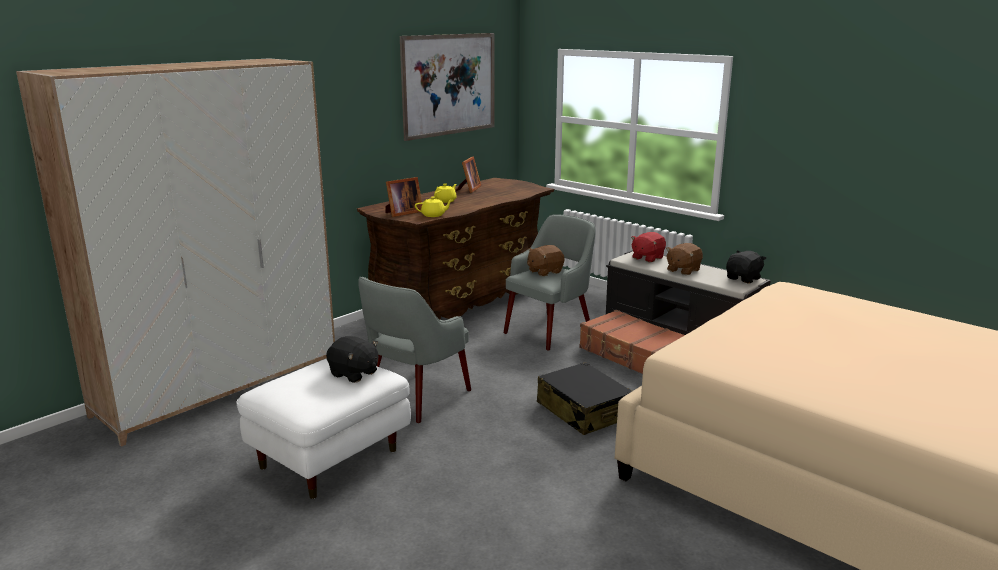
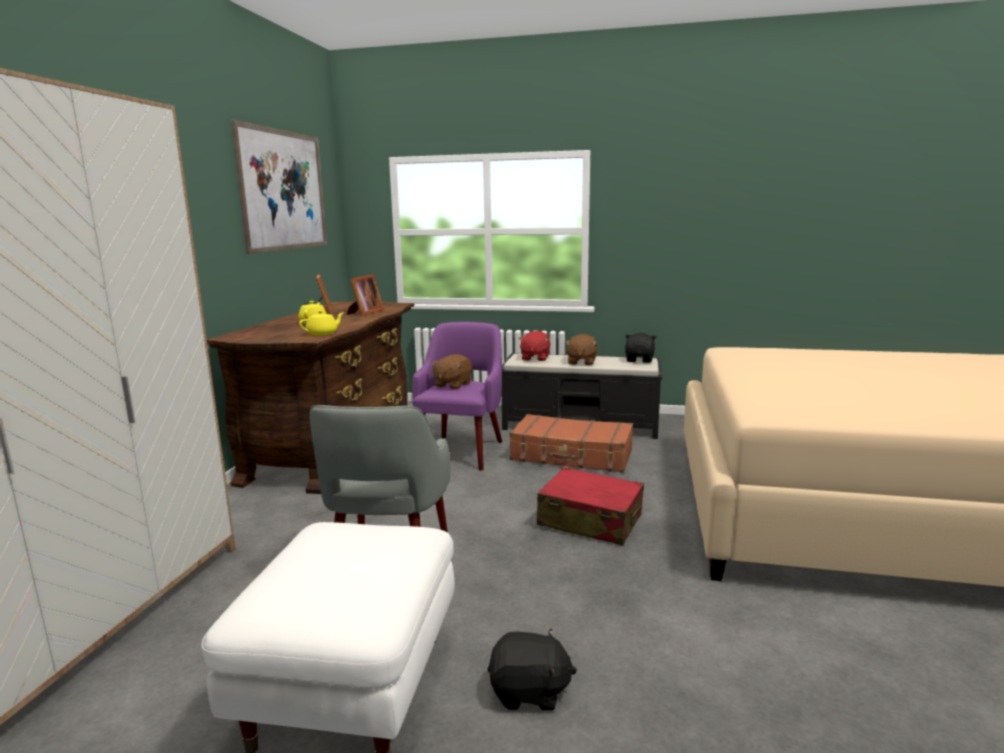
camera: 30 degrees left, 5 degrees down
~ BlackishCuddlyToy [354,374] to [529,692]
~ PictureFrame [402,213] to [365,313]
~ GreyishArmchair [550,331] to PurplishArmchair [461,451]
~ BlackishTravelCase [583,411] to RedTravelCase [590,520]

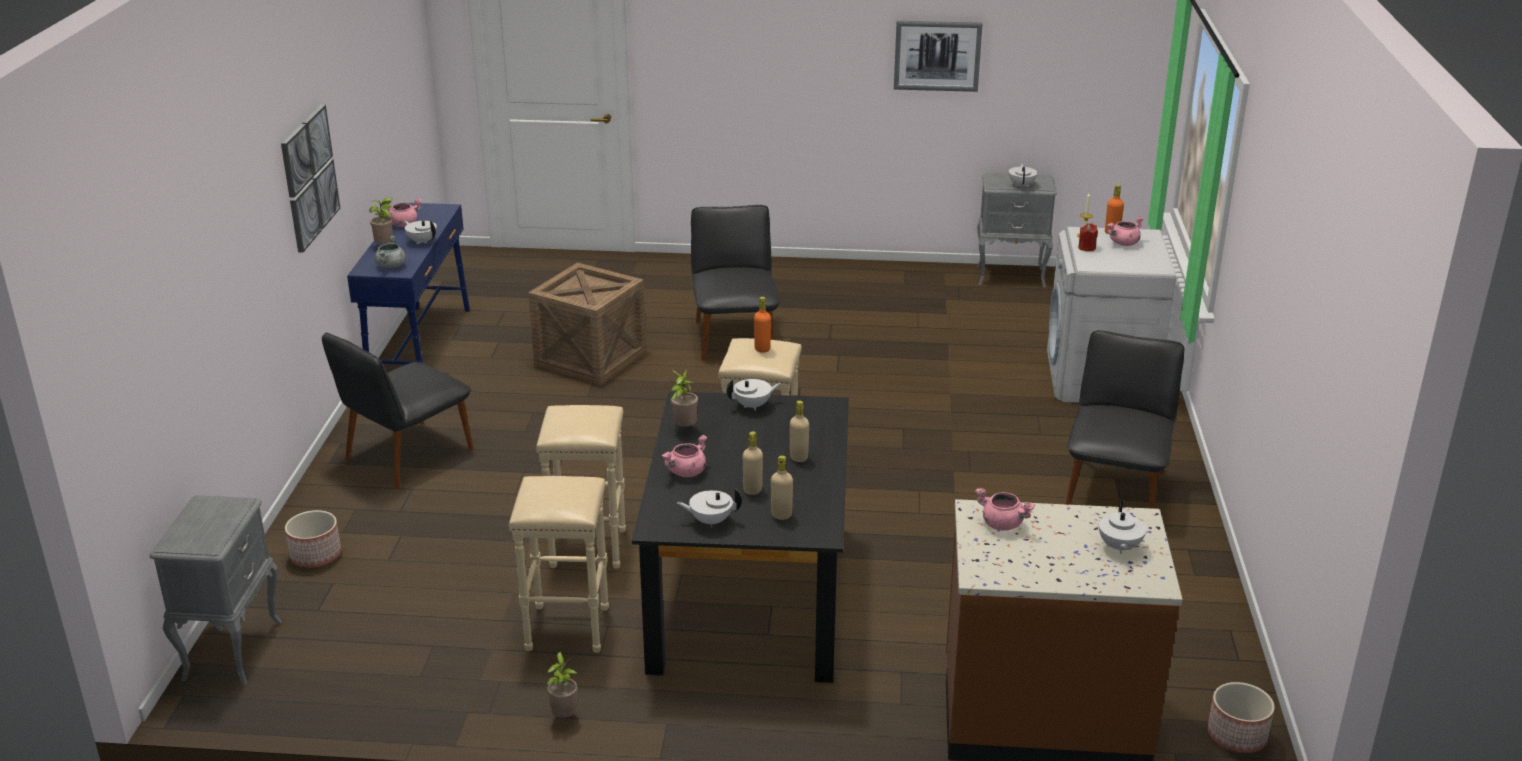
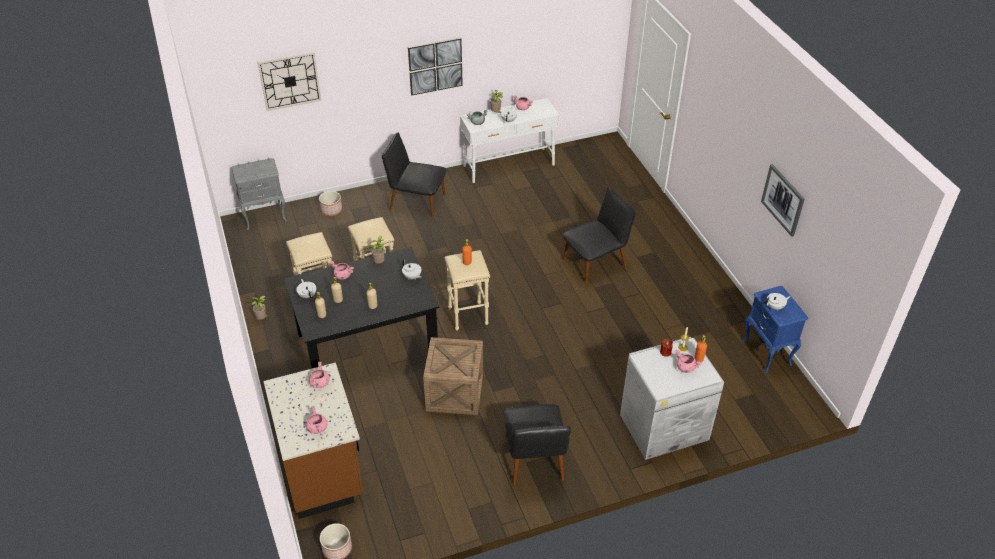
camera: 65 degrees right, 15 degrees up
+ HangingClock [289,81]
~ Crate [590,358] to [455,392]
~ WhitishTeapot [1119,547] to PinkishStockpot [317,428]
~ BlueColouredHallTable [421,347] to WhitishHallTable [509,166]
~ GreyishNightTable [1011,276] to BlueColouredNightTable [767,353]
~ BlackishChair [1114,490] = [534,458] 90 degrees clockwise

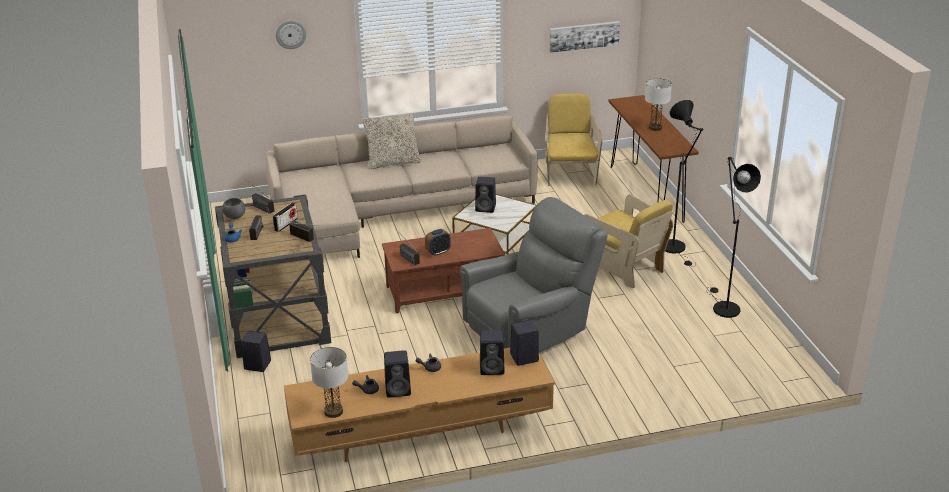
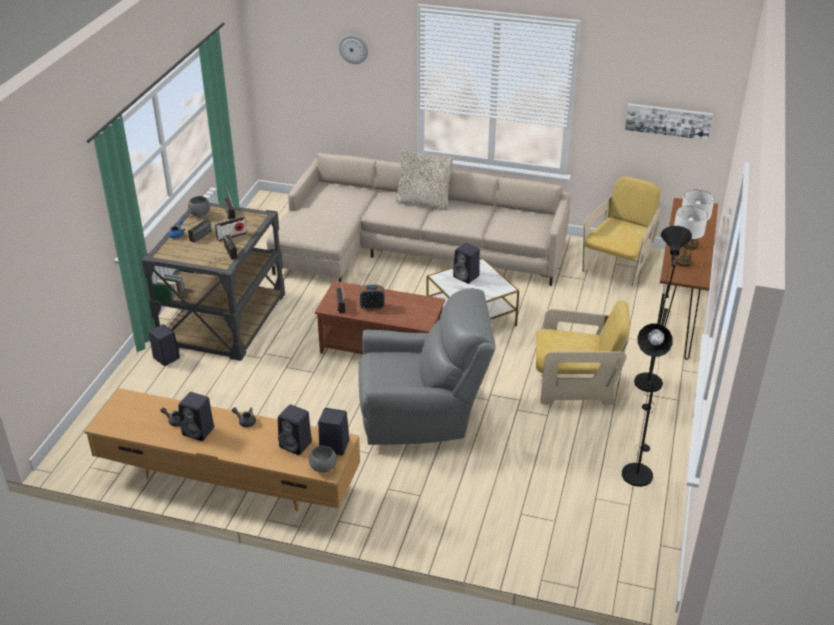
camera: 30 degrees right, 5 degrees up
+ GreyishDeepDish [323,468]
~ LampForATable [333,411] to [682,262]
~ YellowArmchair [624,267] = [575,386] 75 degrees counterclockwise

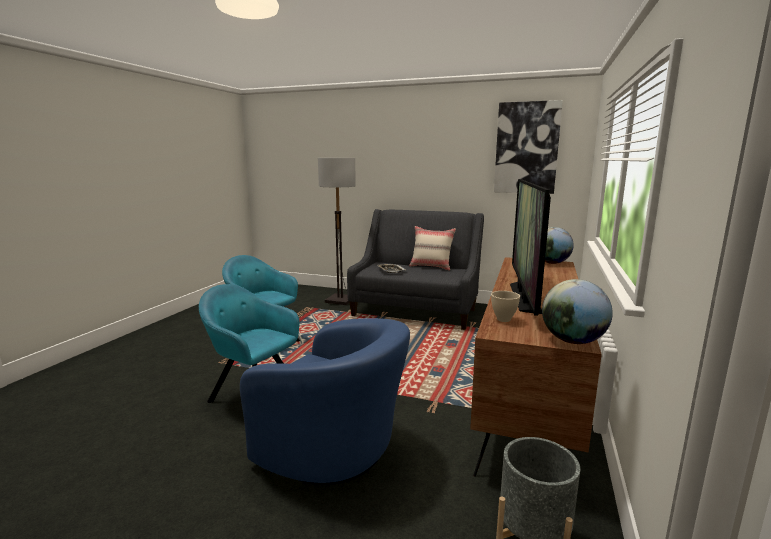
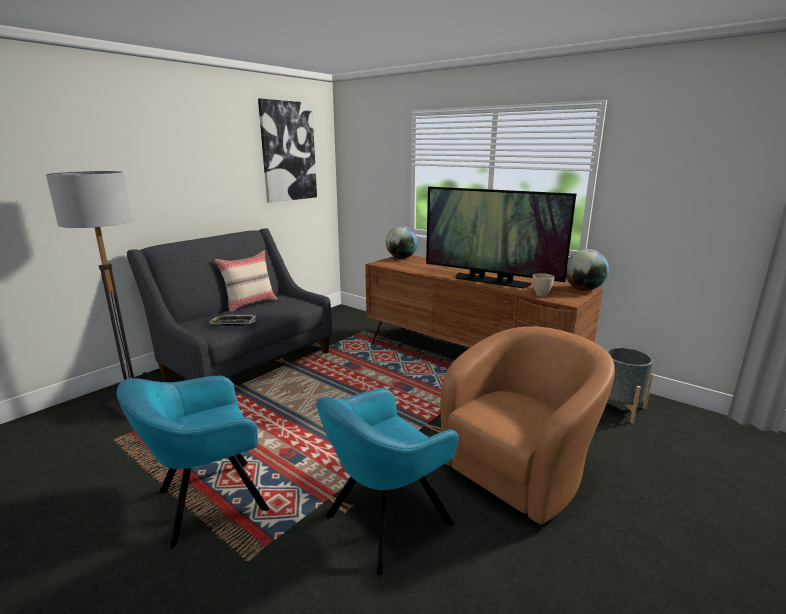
camera: 70 degrees left, 5 degrees up
~ BlueColouredArmchair [333,450] to BrownColouredArmchair [520,470]

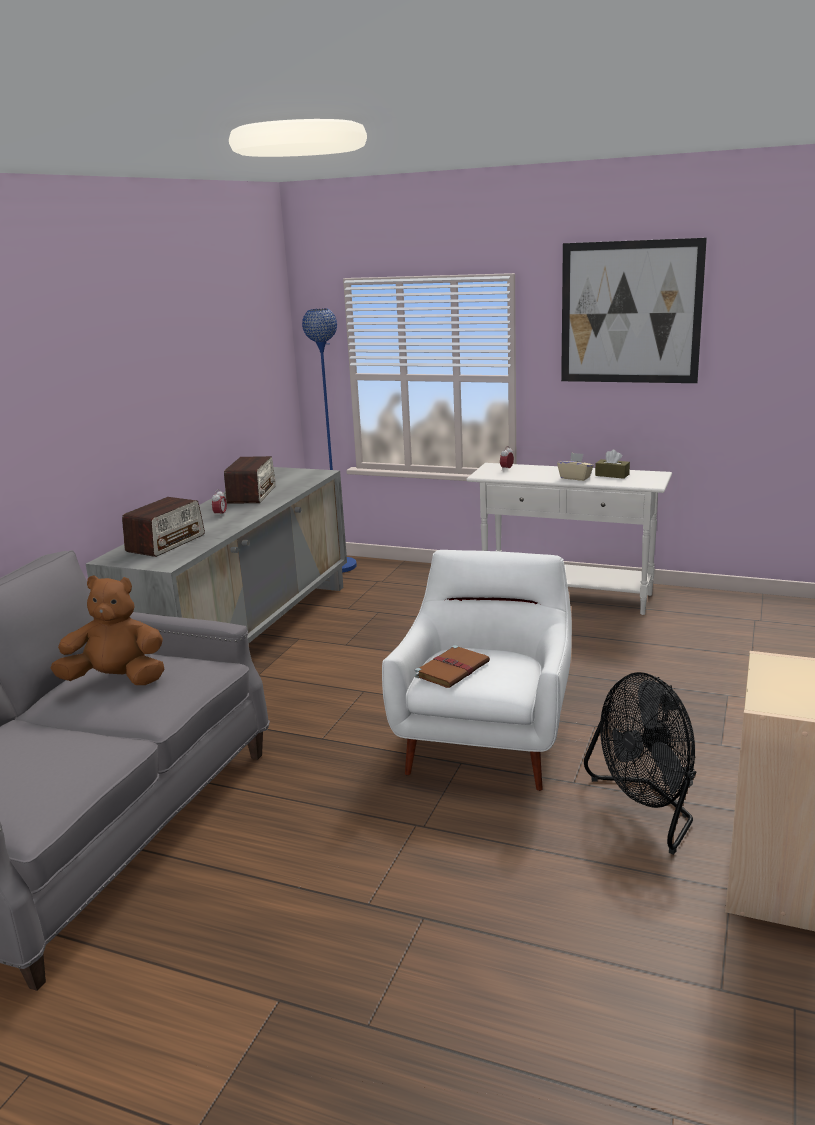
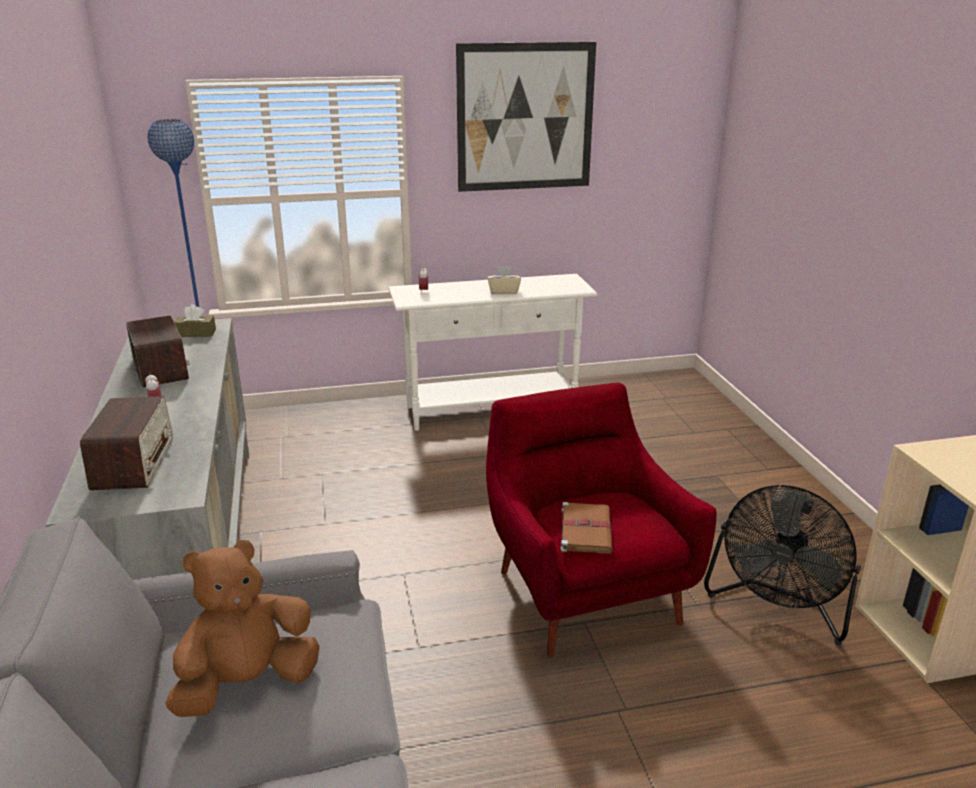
camera: 35 degrees left, 5 degrees up
~ BrownColouredTissueBox [612,475] to [196,333]
~ WhitishArmchair [486,742] to RedArmchair [584,591]

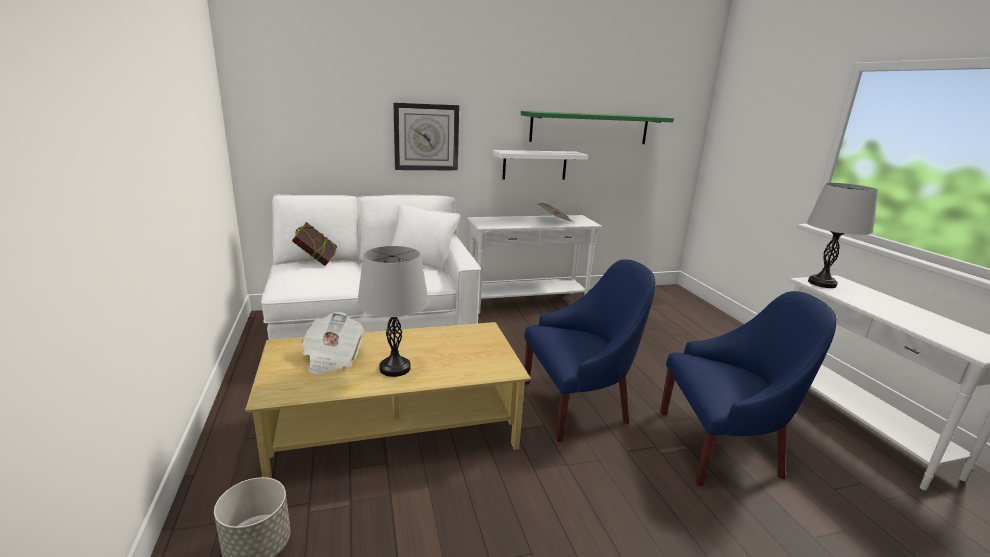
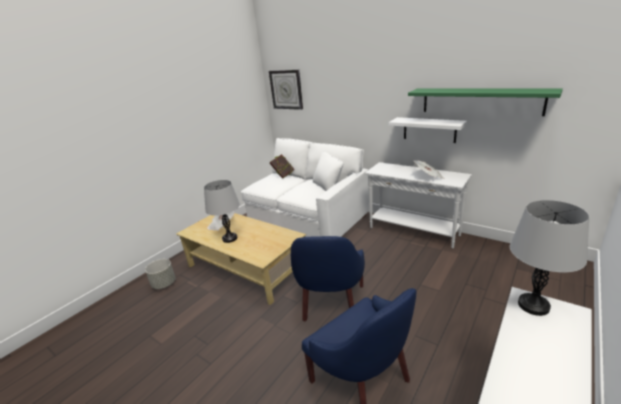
camera: 55 degrees right, 5 degrees up
~ HangingClock [426,137] to [286,89]
~ BlueColouredArmchair [577,404] = [330,303] 60 degrees clockwise

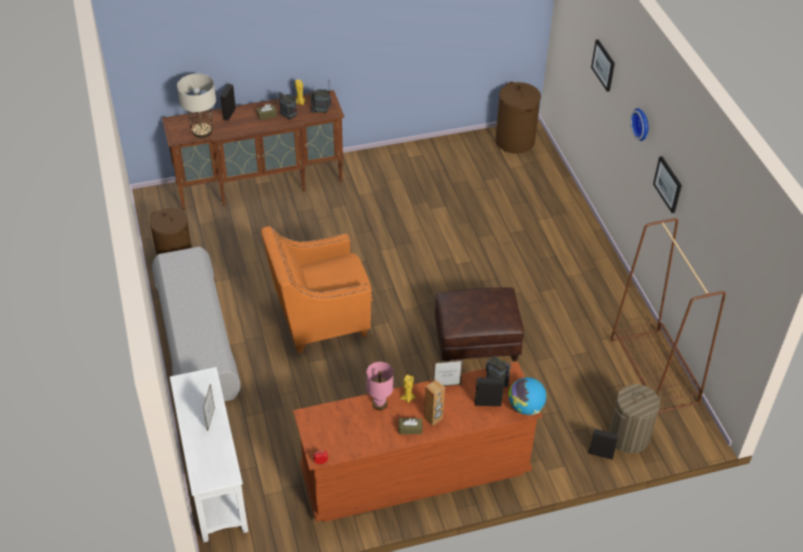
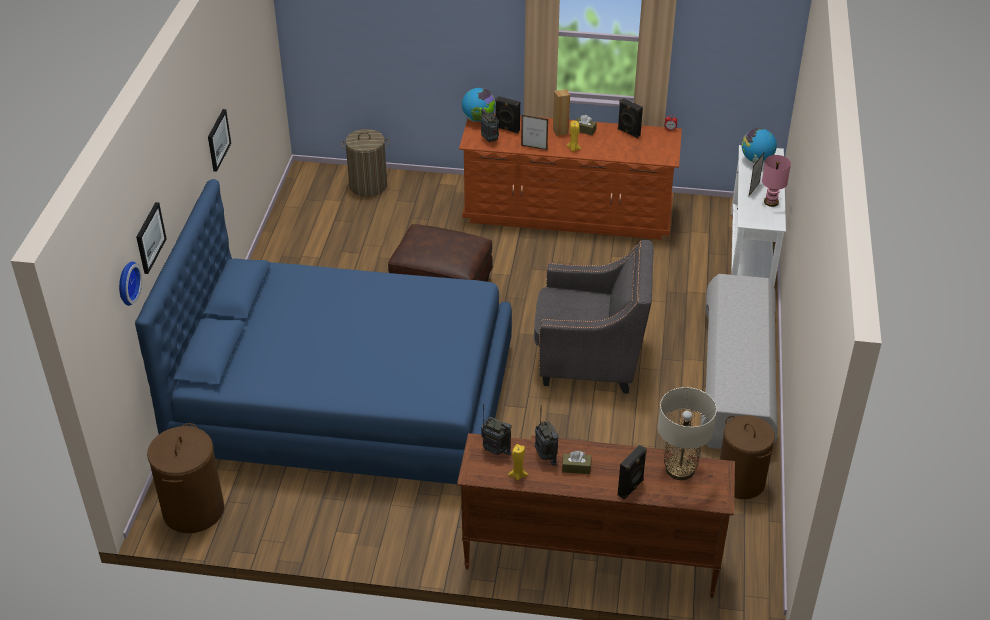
camera: 155 degrees left, 5 degrees down
- BrownColouredClothesRack [654,371]
+ BlueColouredBed [345,401]
+ DeskGlobe [756,160]
~ PinkishLampForATable [379,404] to [771,202]
~ BlackishLoudspeaker [601,453] to [628,133]
~ HangingClock [642,124] to [126,283]
~ OrangeyArmchair [320,317] to GreyishArmchair [590,359]

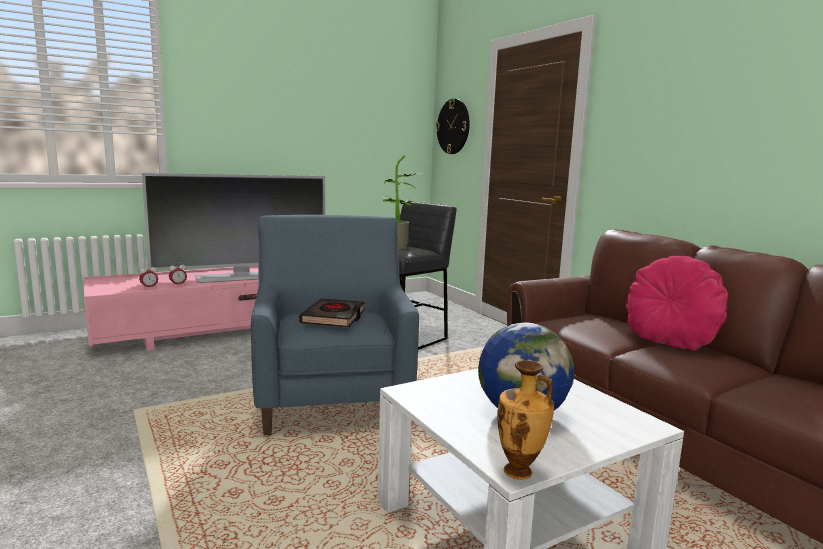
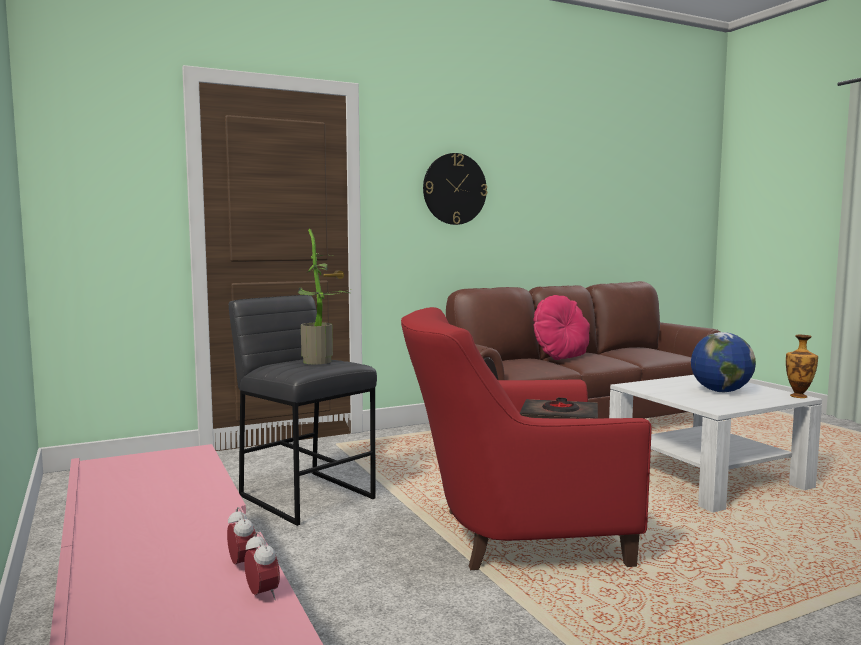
camera: 85 degrees left, 5 degrees down
- TvSet [246,276]
~ HangingClock [453,126] to [454,189]
~ BlueColouredArmchair [332,396] to RedArmchair [512,535]

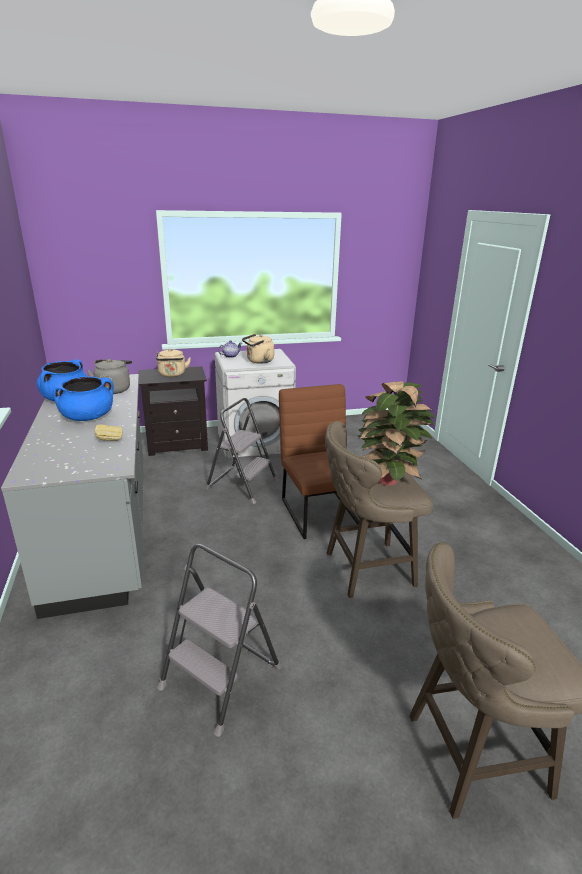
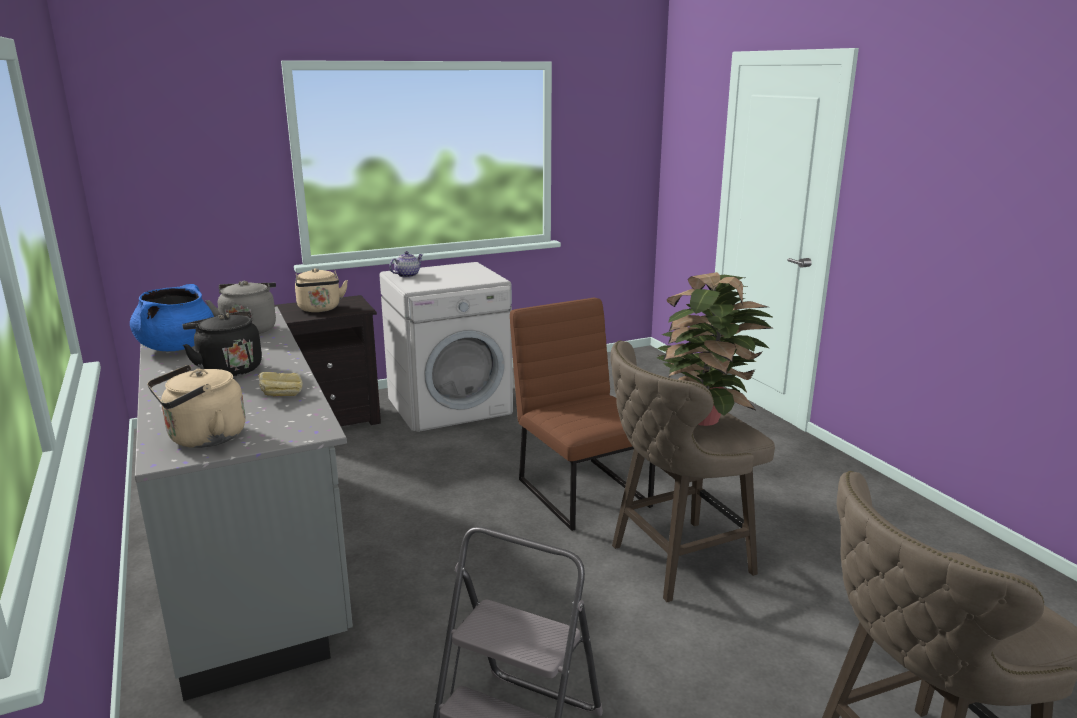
camera: 10 degrees left, 5 degrees down
- GreyishStepStool [240,483]
~ BeigeKettle [258,361] to [203,438]
~ BlueColouredStockpot [88,417] to BlackishKettle [228,369]

